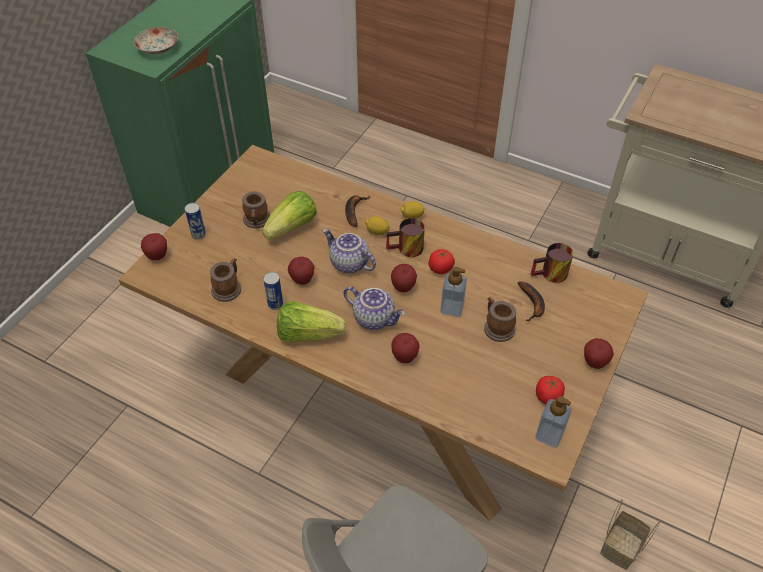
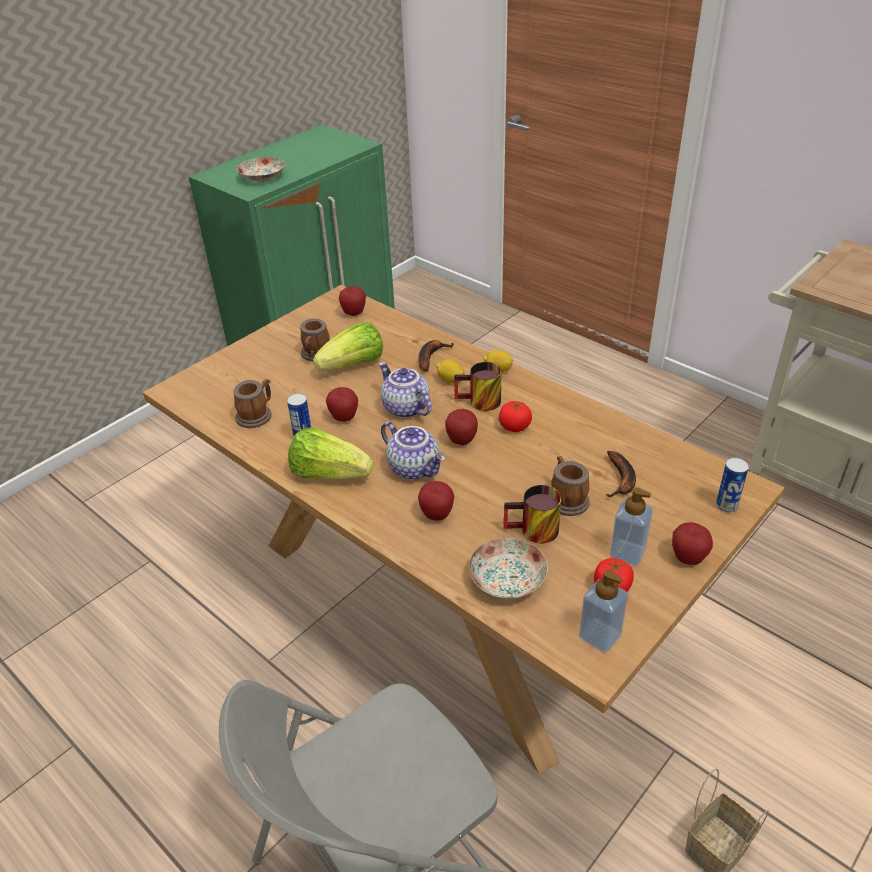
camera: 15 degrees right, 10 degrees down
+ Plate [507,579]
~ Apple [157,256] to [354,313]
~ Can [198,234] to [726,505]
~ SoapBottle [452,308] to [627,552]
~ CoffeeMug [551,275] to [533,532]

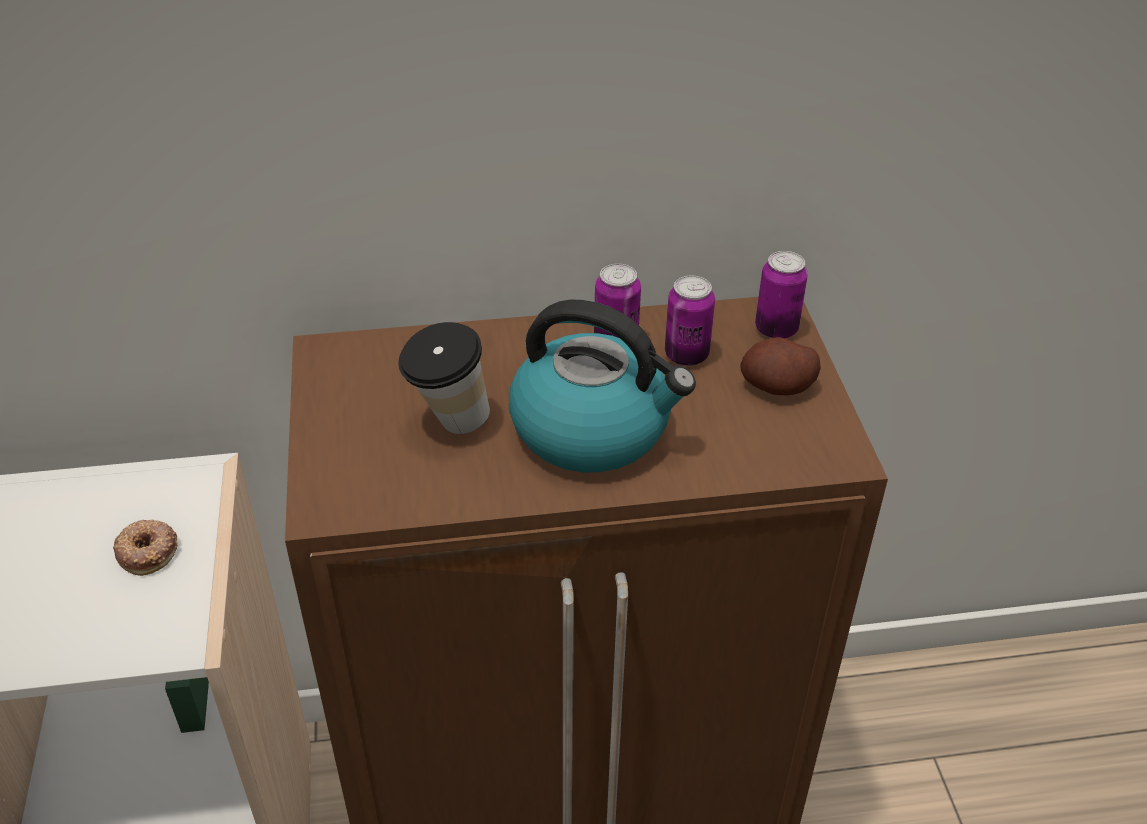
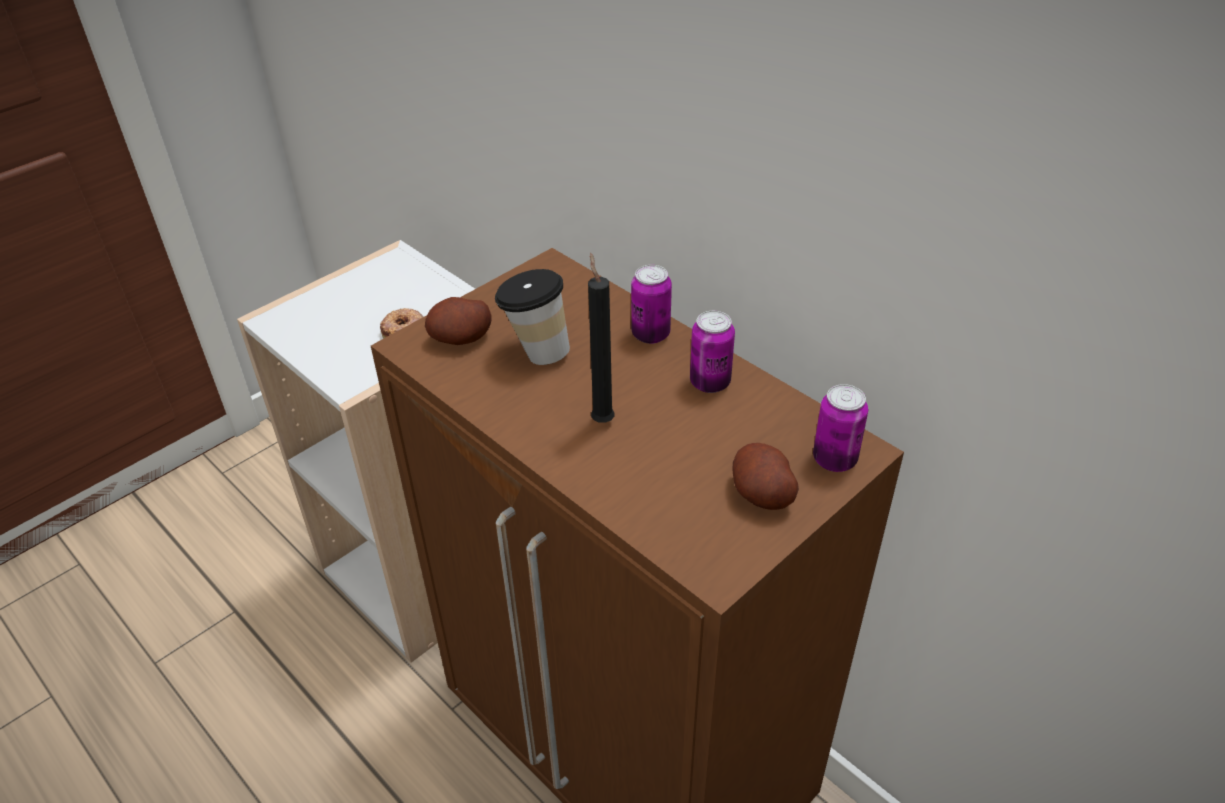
camera: 55 degrees right, 0 degrees up
+ Spud [461,338]
~ Can [686,355] to [650,334]
~ Kettle [593,429] to BlackishCandle [602,419]

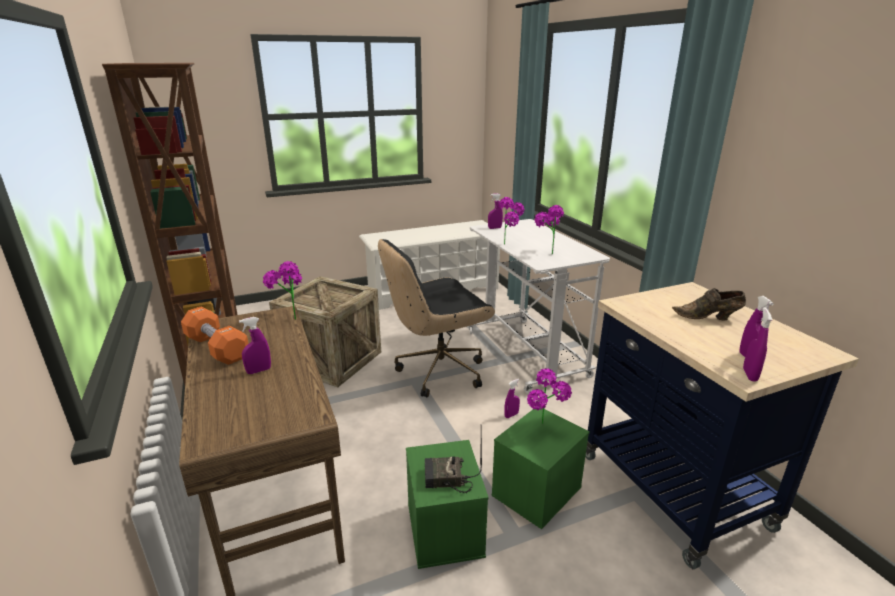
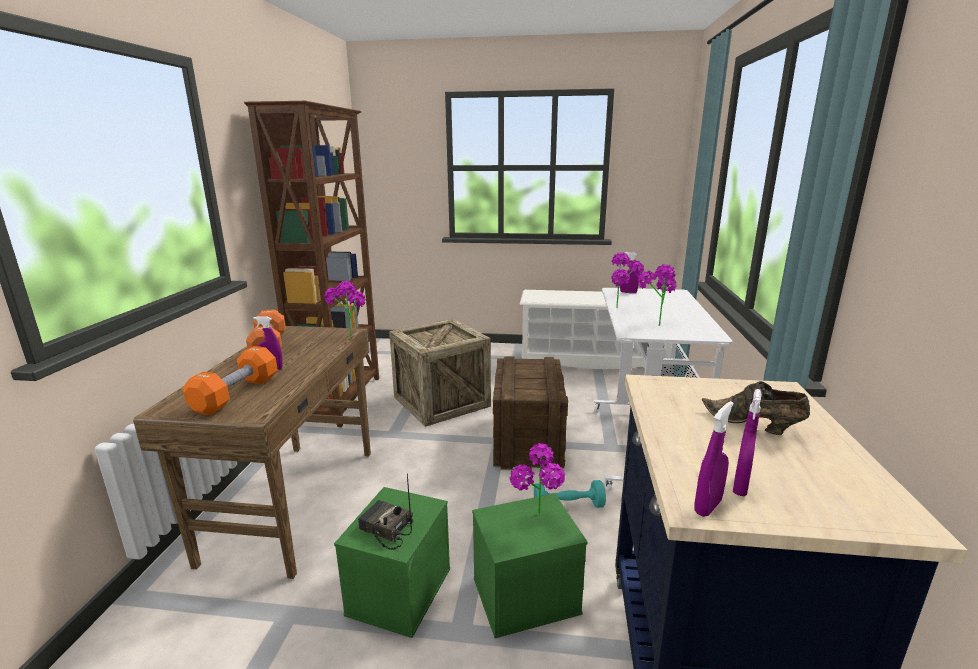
camera: 30 degrees right, 5 degrees down
+ OrangeyDumbbell [236,394]
~ BlackishComputerChair [438,373] to Crate [527,440]
~ PurplishHandSprayer [511,415] to TurquoiseDumbbell [568,506]

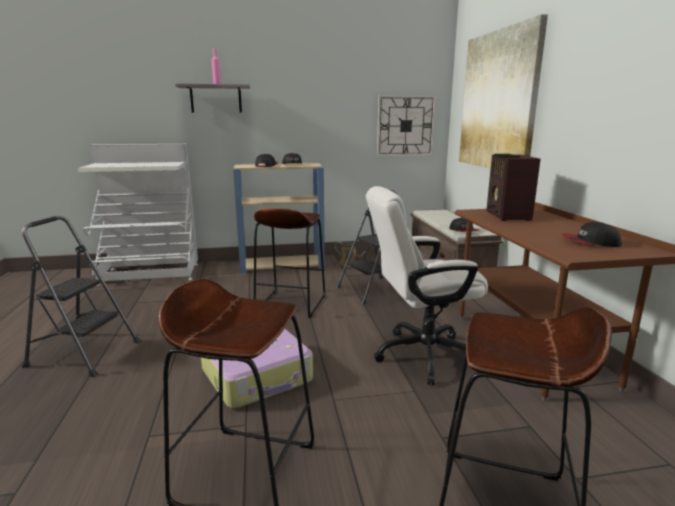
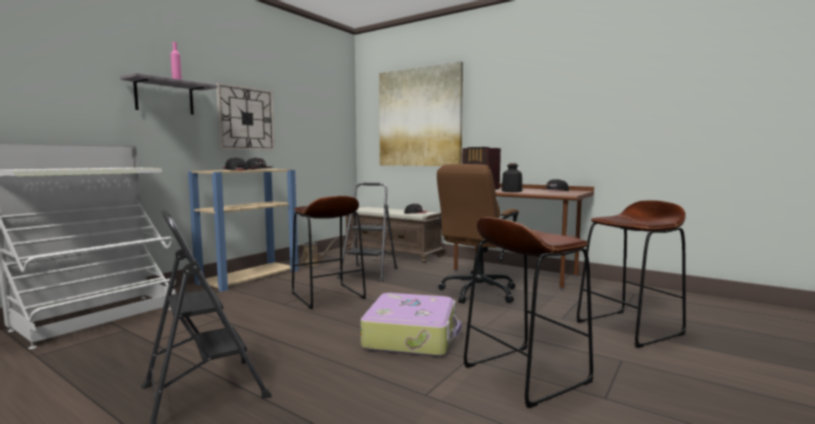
camera: 45 degrees left, 10 degrees down
+ Bottle [511,191]
~ HangingClock [405,126] to [246,118]
~ WhitishComputerChair [420,356] to BrownColouredComputerChair [477,294]

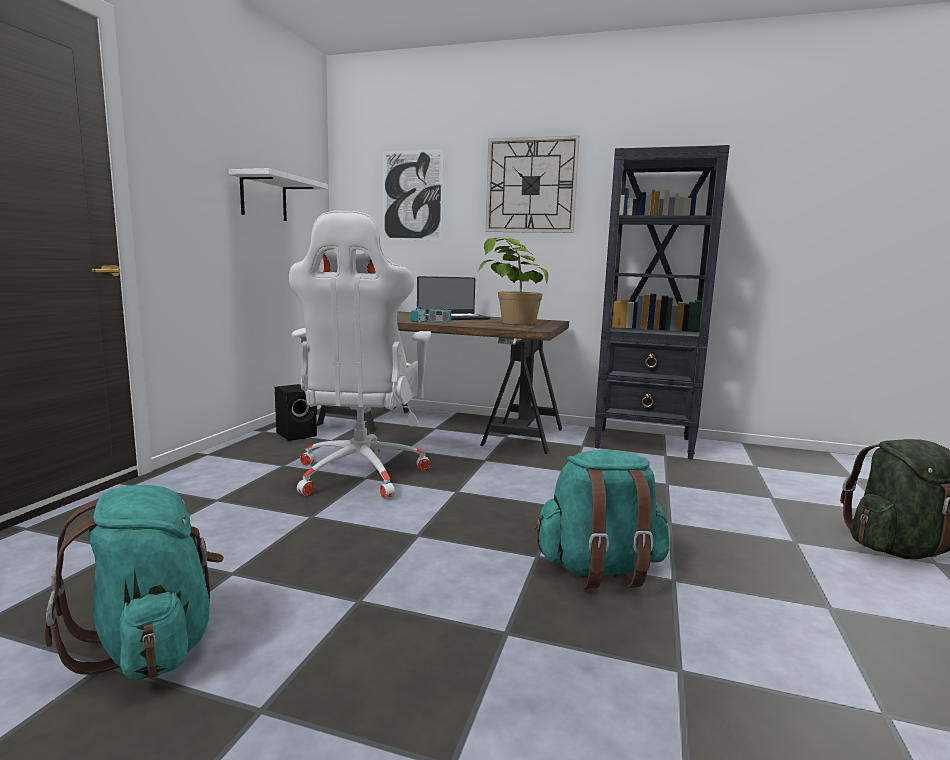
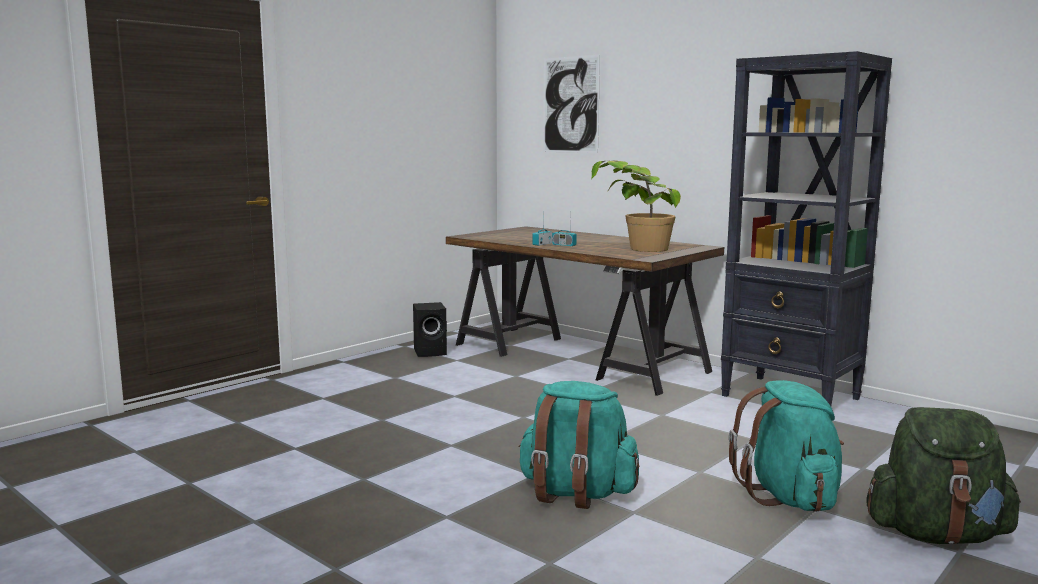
camera: 25 degrees right, 0 degrees up
- WhitishWallShelf [263,197]
- WhitishComputerChair [363,470]
- Laptop [452,318]
- HangingClock [531,185]
~ TurquoiseRucksack [151,644] to [789,497]

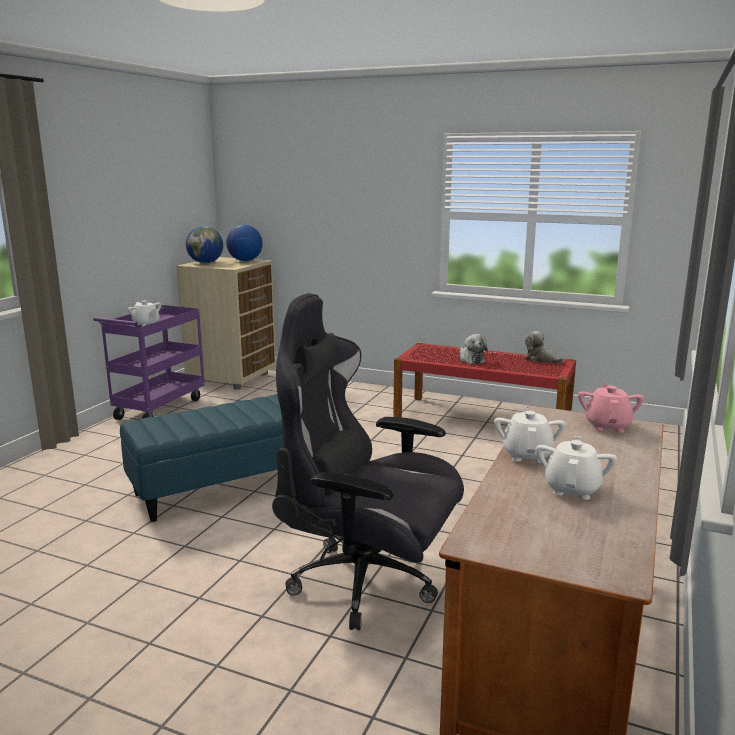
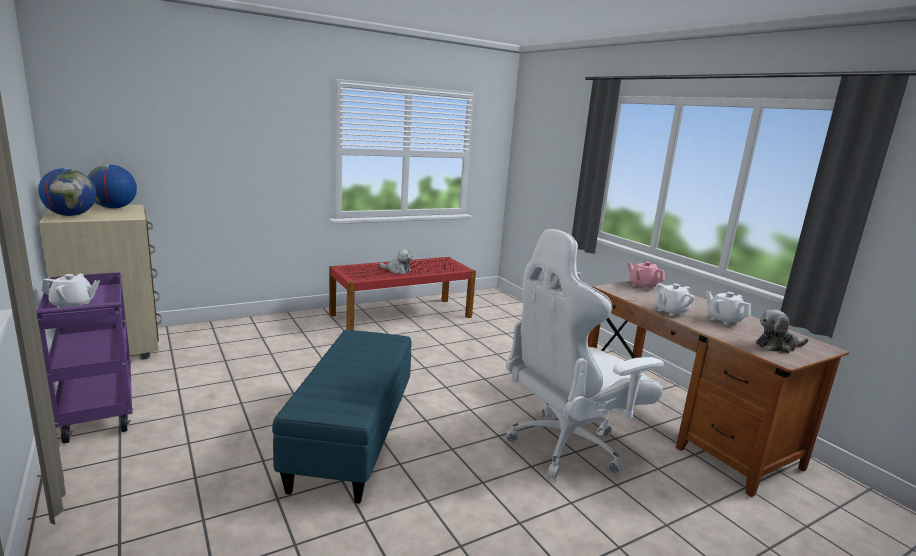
camera: 55 degrees left, 0 degrees up
~ CuddlyToy [541,360] to [778,346]
~ BlackishComputerChair [372,585] to WhitishComputerChair [570,444]
~ WhitishTeapot [527,455] = [670,312] 75 degrees counterclockwise

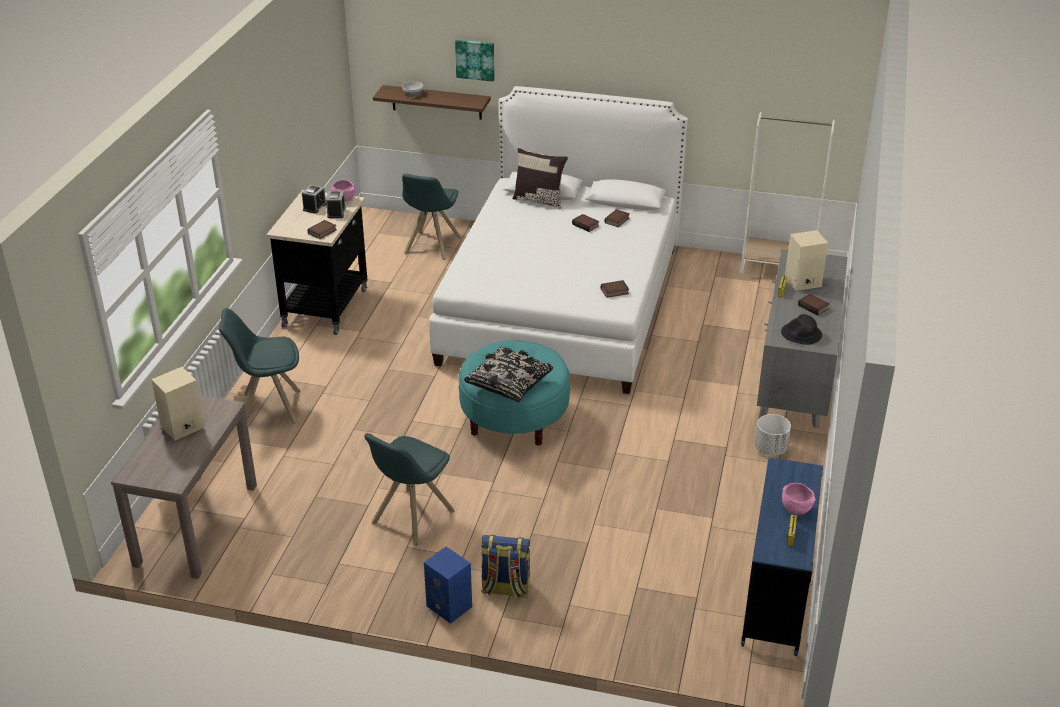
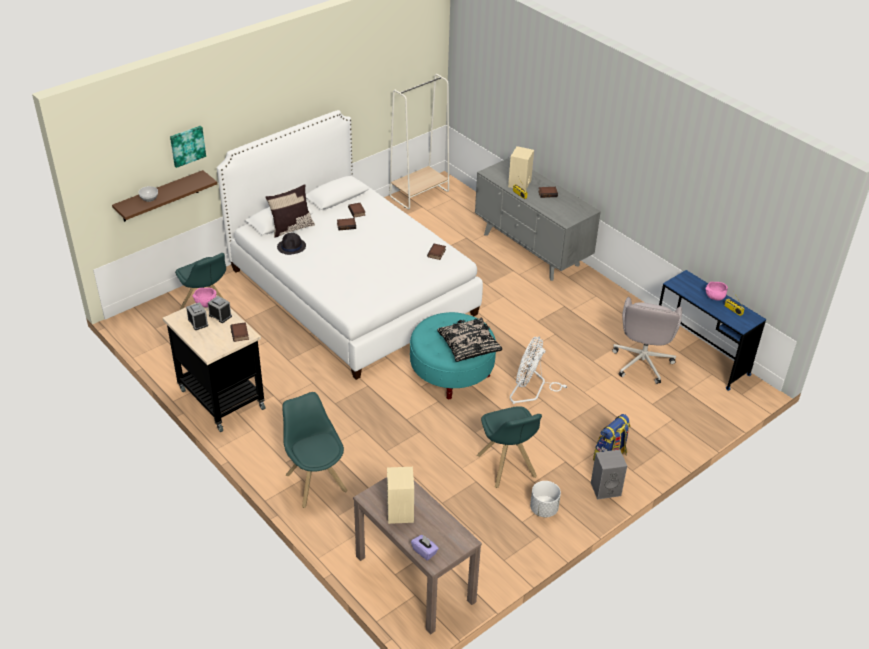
camera: 55 degrees left, 5 degrees up
+ PurplishTissueBox [424,551]
+ WhitishCoolingFan [533,387]
+ GreyishComputerChair [642,363]
~ WhitishPlantPot [770,448] to [543,509]
~ BlackishClothingHat [801,334] to [291,247]
~ BlueColouredLoudspeaker [450,606] to GreyishLoudspeaker [606,488]
~ TurquoiseChair [269,407] = [315,482] 120 degrees clockwise

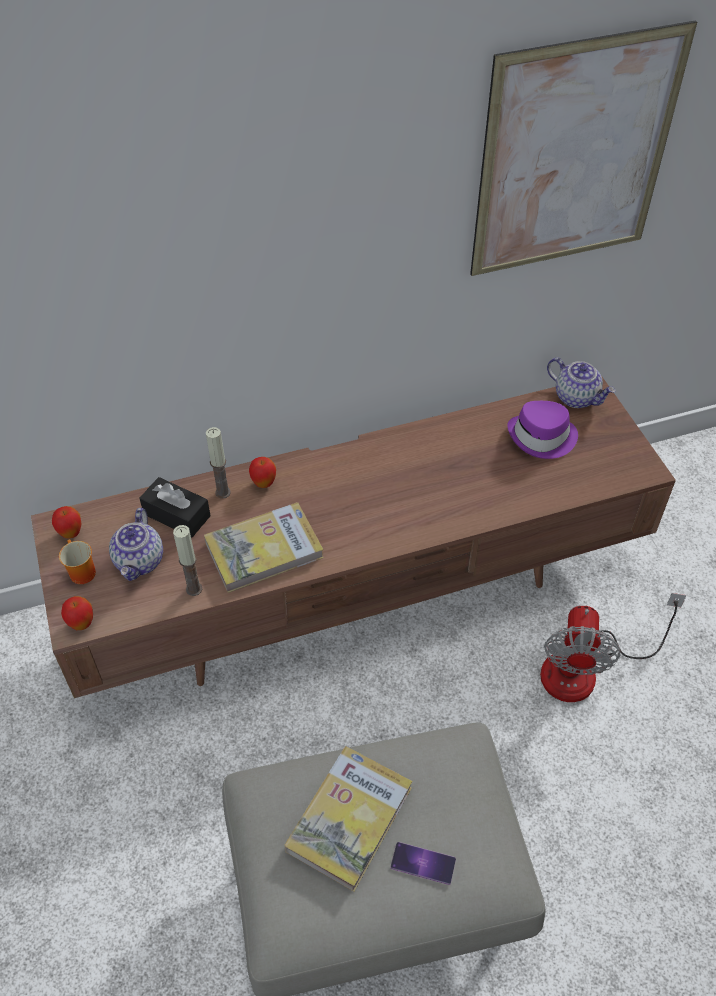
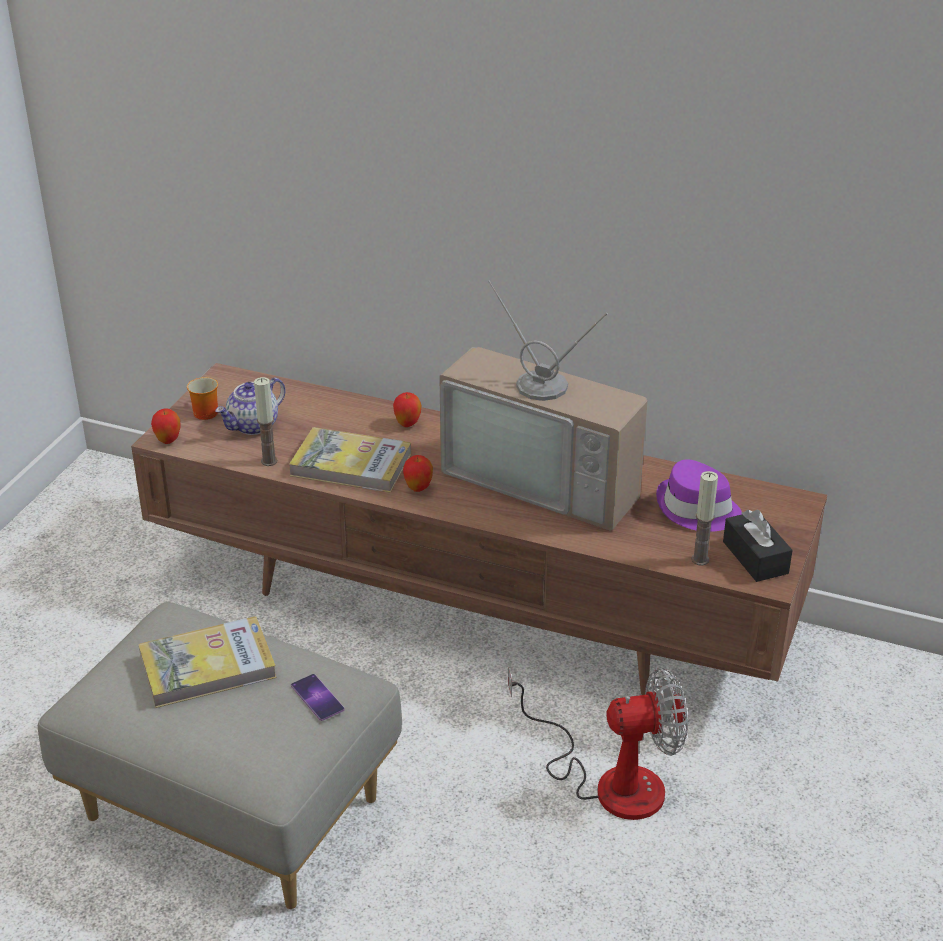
camera: 40 degrees right, 15 degrees down
- WallArt [574,156]
- Teapot [577,397]
+ TvSet [547,478]
~ Apple [71,533] to [418,488]
~ BlackishTissueBox [177,515] to [755,557]
~ Candle [223,492] to [700,559]
~ Handset [423,863] to [317,697]
~ CoolingFan [585,669] = [609,780] 150 degrees counterclockwise

